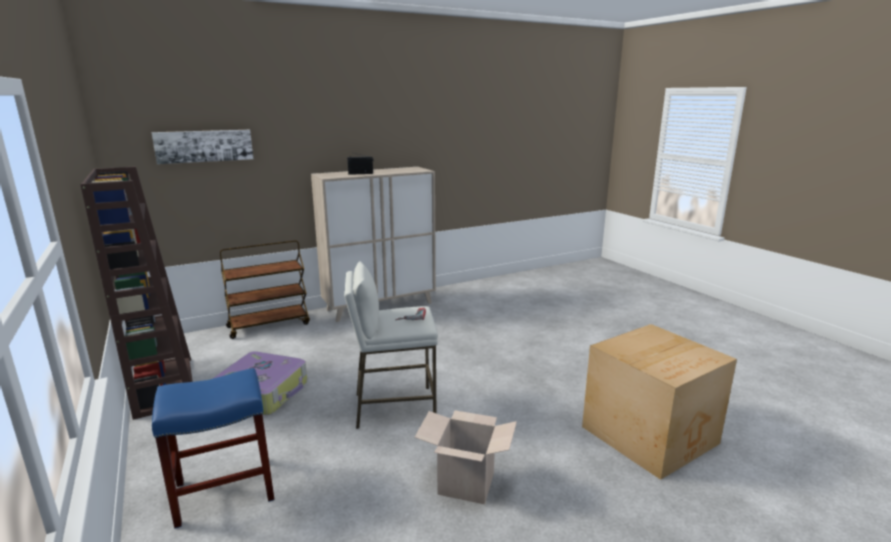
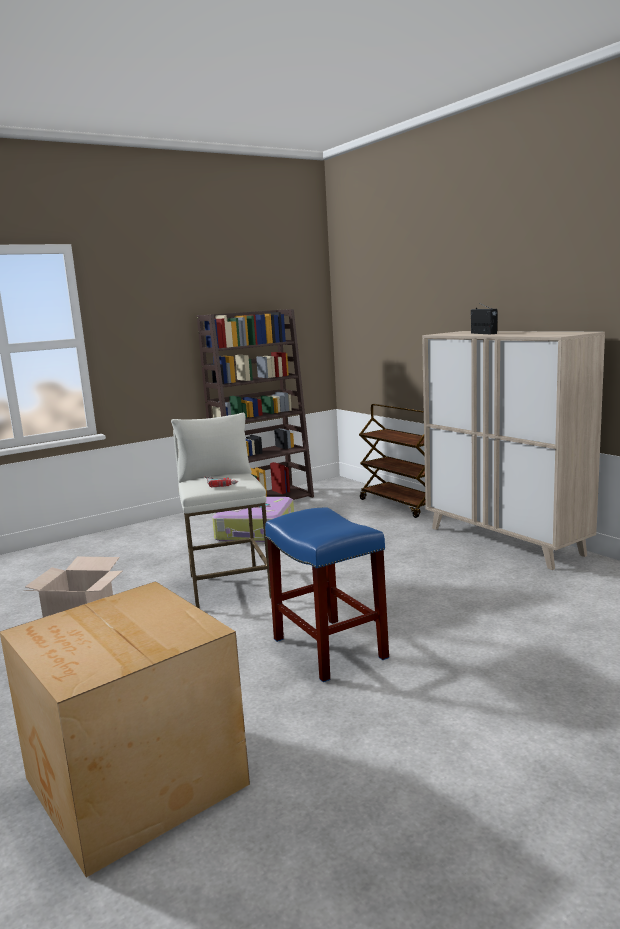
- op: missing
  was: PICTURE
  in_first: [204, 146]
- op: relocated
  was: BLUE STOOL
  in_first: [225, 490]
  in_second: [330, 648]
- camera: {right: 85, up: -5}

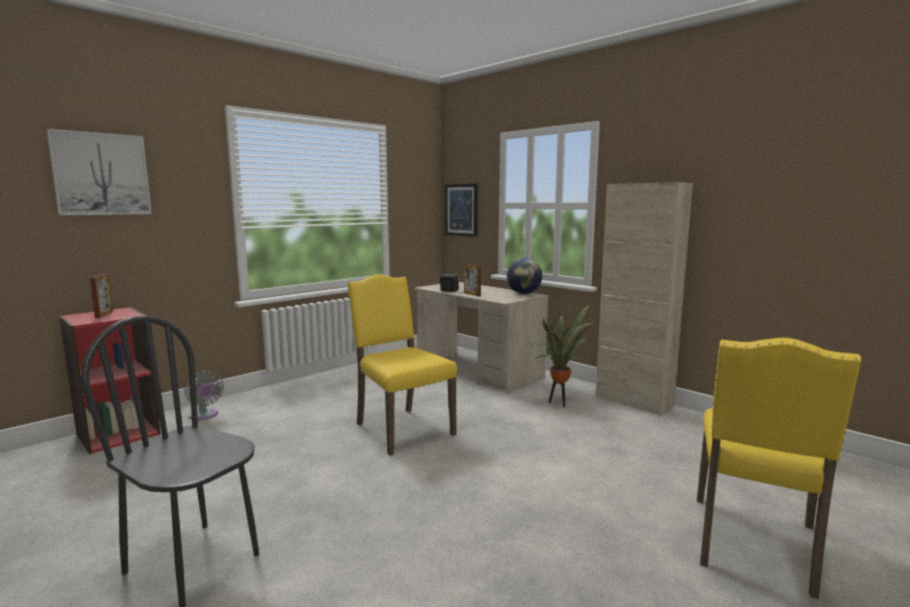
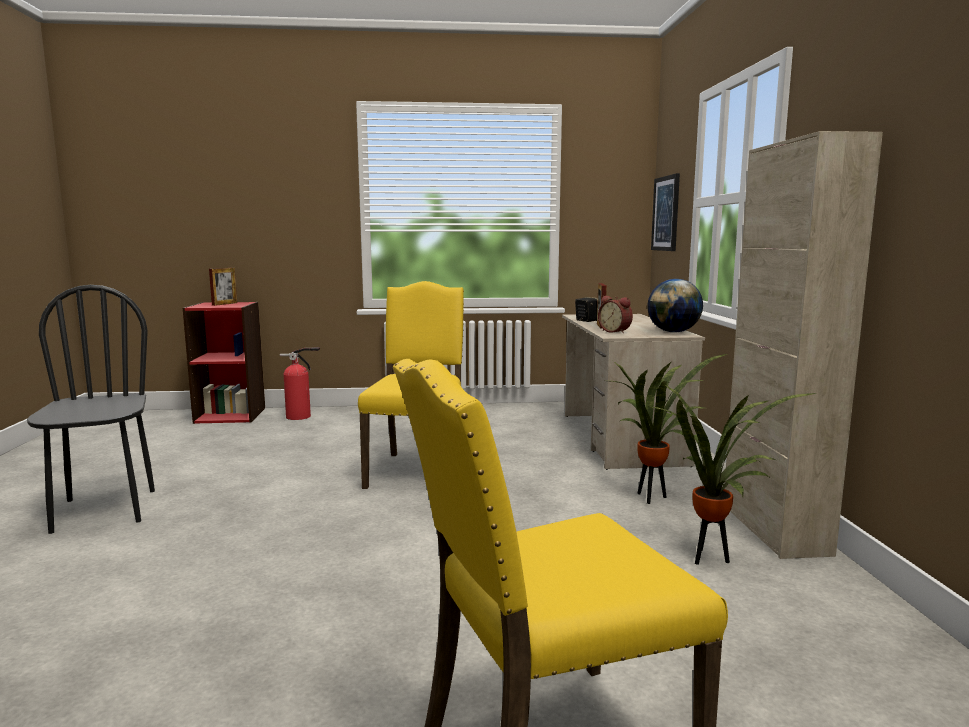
- op: missing
  was: PICTURE
  in_first: [101, 174]
- op: appeared
  now: ALARM CLOCK
  in_second: [615, 331]
- op: appeared
  now: POTTED PLANT
  in_second: [710, 559]
- op: exchanged
  was: GREY FAN
  now: FIRE EXTINGUISHER
  in_first: [204, 415]
  in_second: [301, 417]
- camera: {right: 40, up: 0}

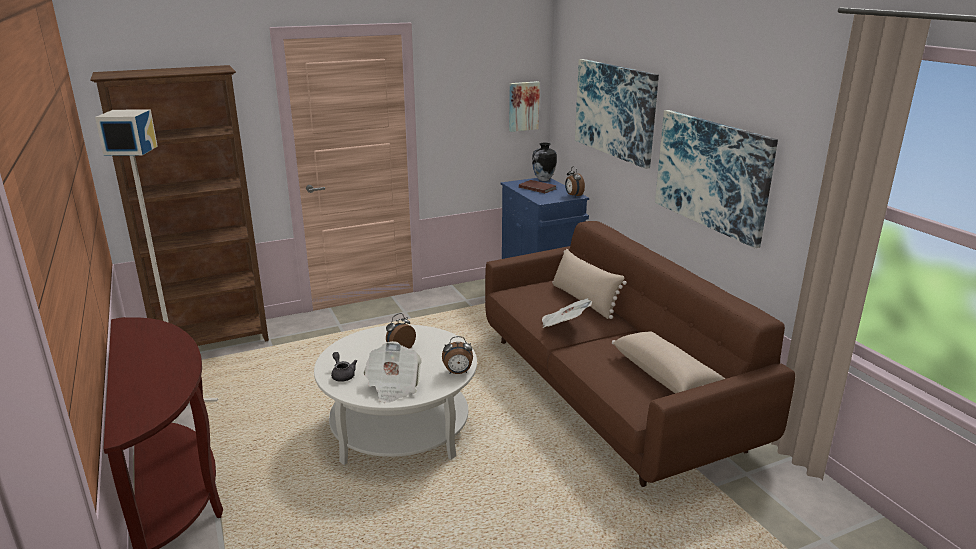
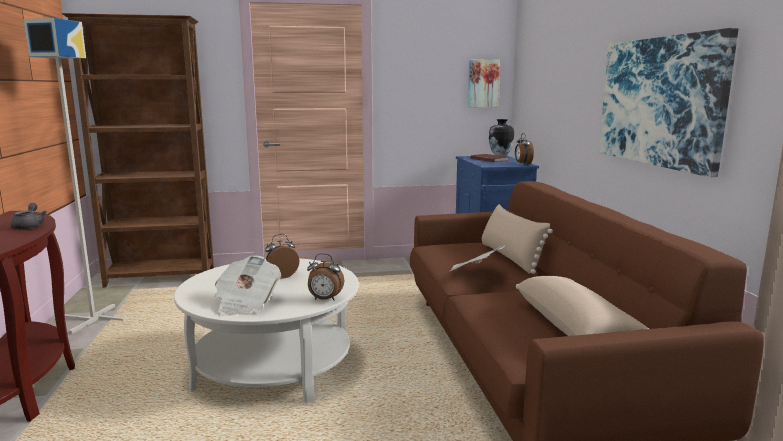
- op: missing
  was: PICTURE
  in_first: [615, 110]
- op: relocated
  was: GREY TEAPOT
  in_first: [342, 375]
  in_second: [29, 226]
- camera: {right: 15, up: -10}

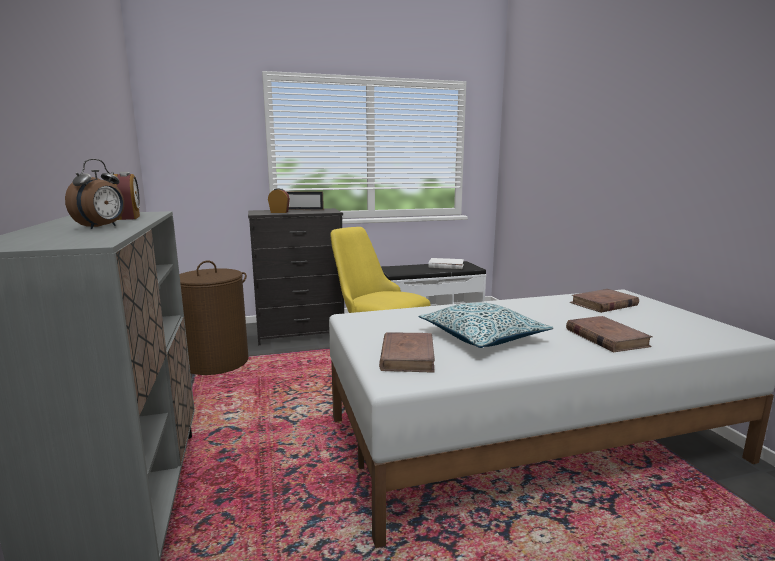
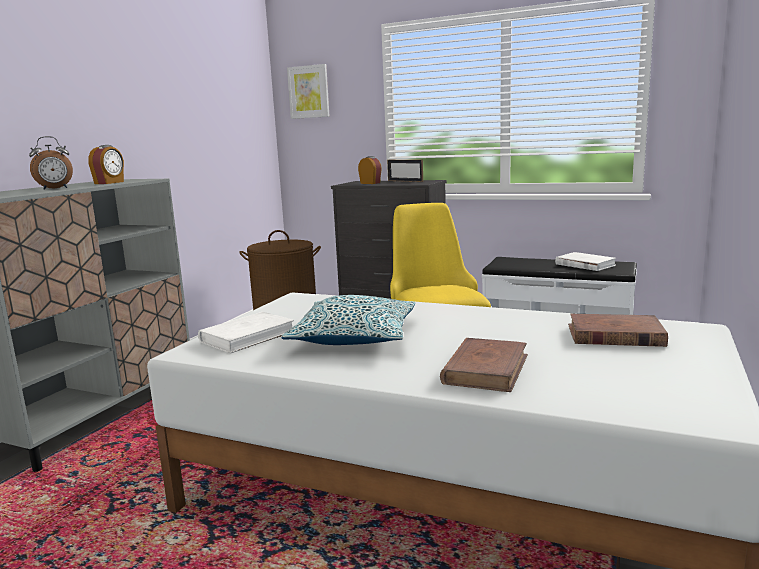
- op: appeared
  now: PICTURE
  in_second: [309, 92]
- op: colour
  was: BROWN BOOK
  now: WHITE BOOK
  in_first: [407, 356]
  in_second: [248, 336]
- camera: {right: 40, up: 0}

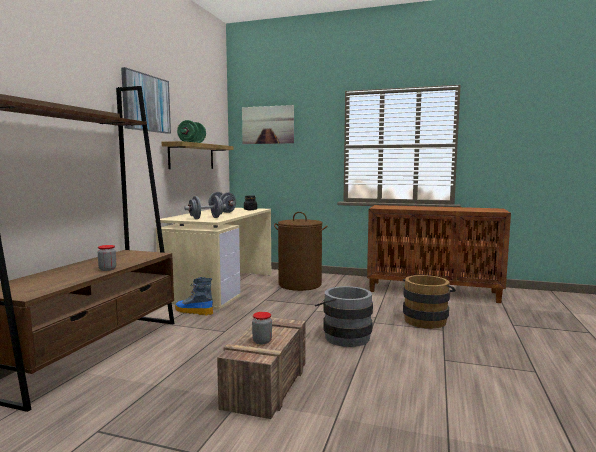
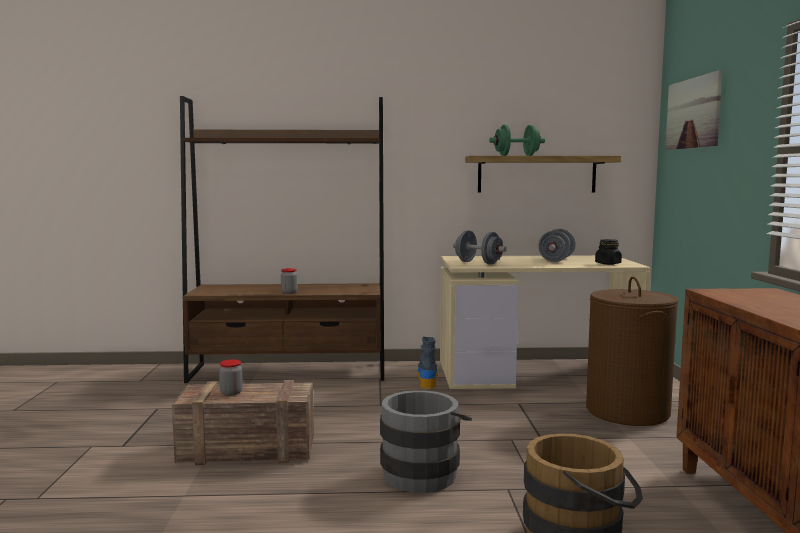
- op: missing
  was: PICTURE
  in_first: [146, 103]
- camera: {right: 70, up: 0}

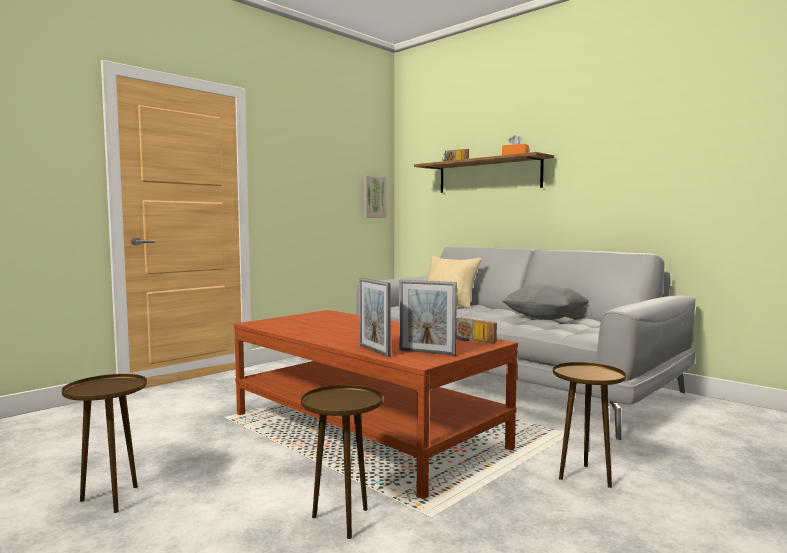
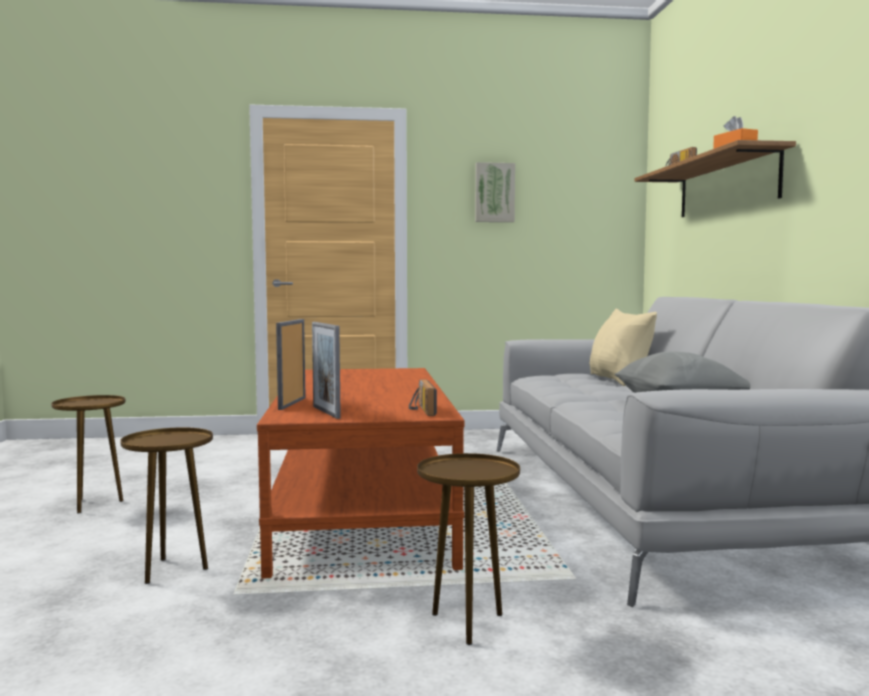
- op: relocated
  was: PICTURE
  in_first: [373, 197]
  in_second: [494, 193]
- camera: {right: 40, up: 0}

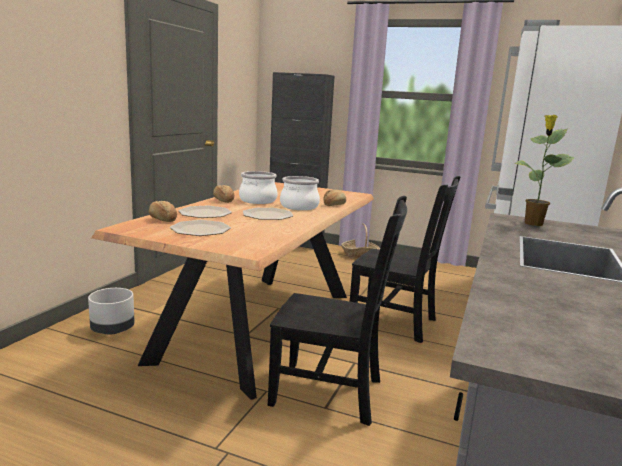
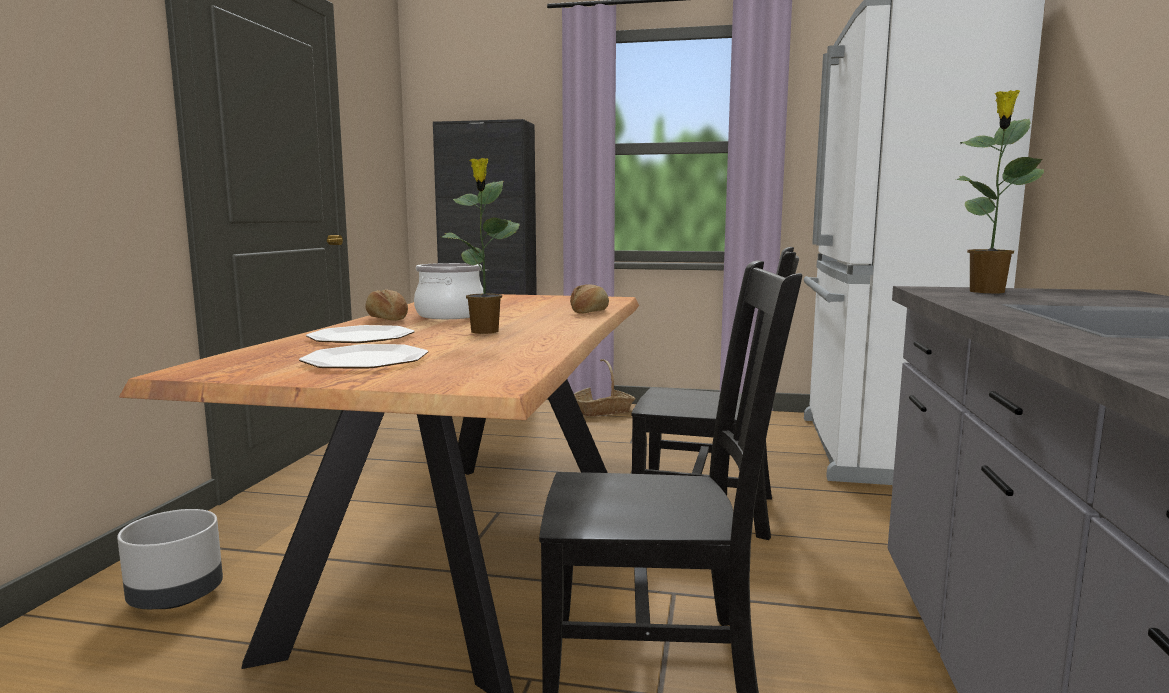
- op: missing
  was: BREAD
  in_first: [162, 220]
- op: missing
  was: COOKING POT
  in_first: [299, 206]
- op: exchanged
  was: PLATE
  now: POTTED PLANT
  in_first: [268, 215]
  in_second: [484, 332]
- camera: {right: -10, up: -5}

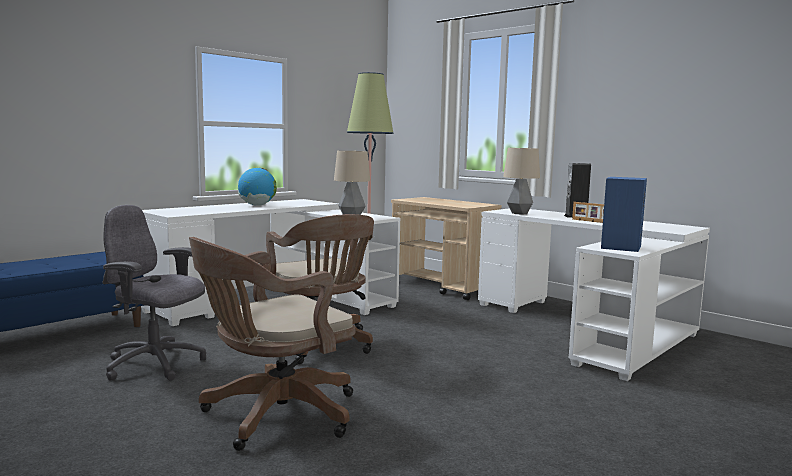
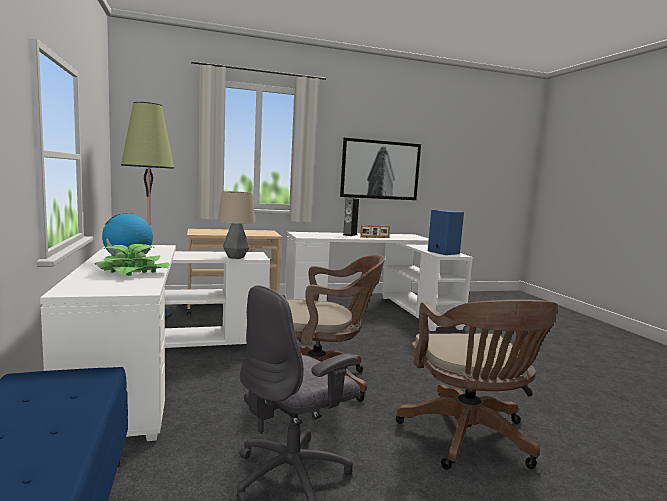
- op: missing
  was: TABLE LAMP
  in_first: [519, 213]
- op: appeared
  now: POTTED PLANT
  in_second: [132, 272]
- op: appeared
  now: PICTURE
  in_second: [380, 170]
- camera: {right: -60, up: 0}

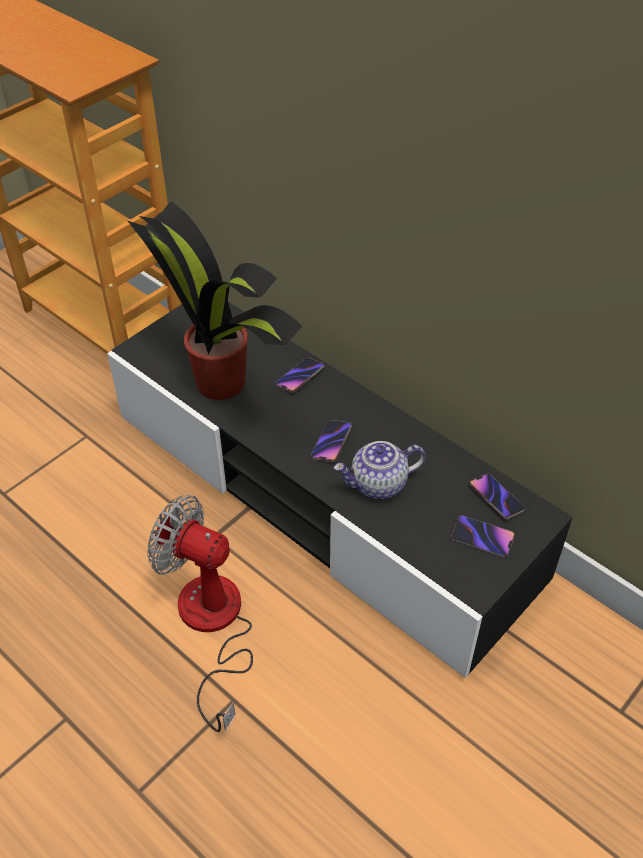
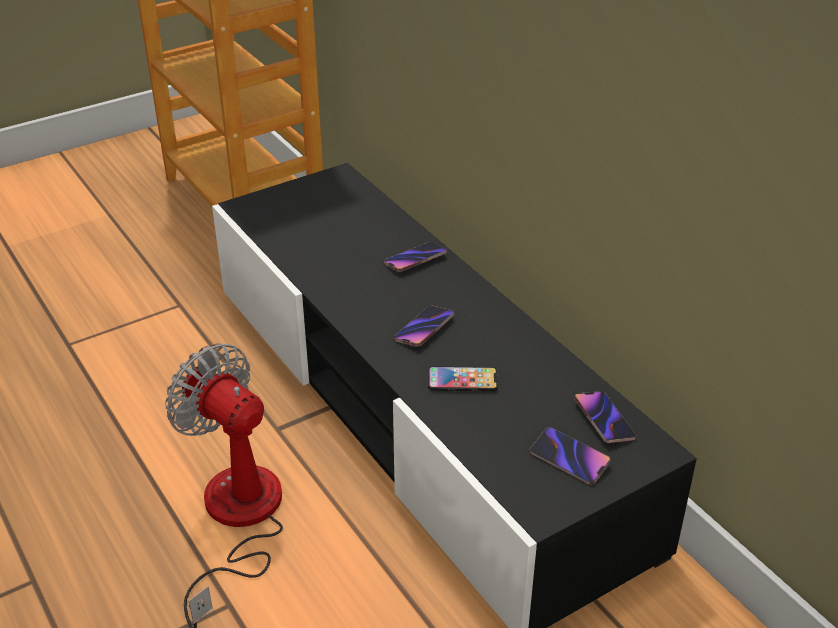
- op: missing
  was: POTTED PLANT
  in_first: [219, 380]
- op: exchanged
  was: TEAPOT
  now: PHONE
  in_first: [378, 485]
  in_second: [462, 380]
- camera: {right: 15, up: -10}

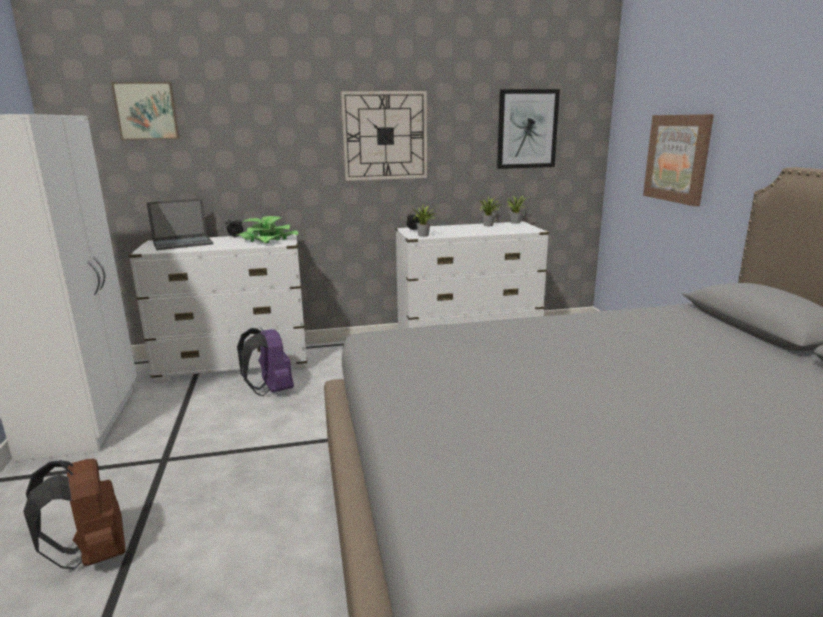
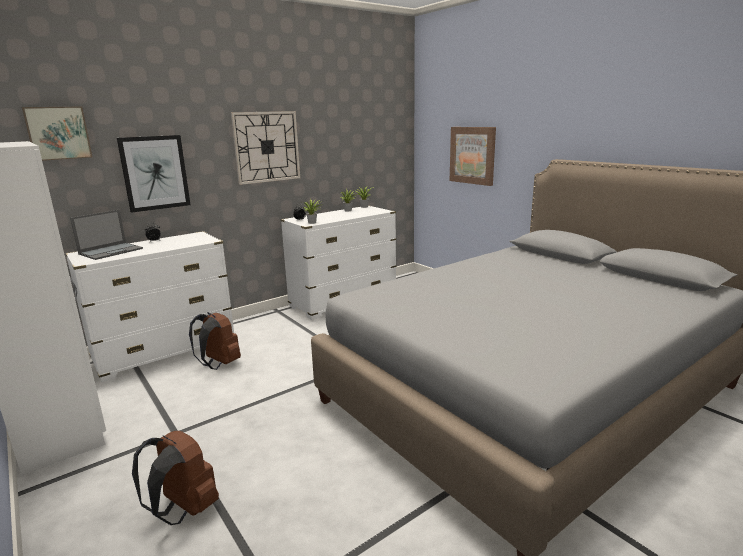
- op: missing
  was: POTTED PLANT
  in_first: [268, 240]
- op: relocated
  was: PICTURE
  in_first: [527, 129]
  in_second: [155, 173]
- op: colour
  was: PURPLE BACKPACK
  now: BROWN BACKPACK
  in_first: [271, 390]
  in_second: [219, 364]
- camera: {right: -25, up: 0}

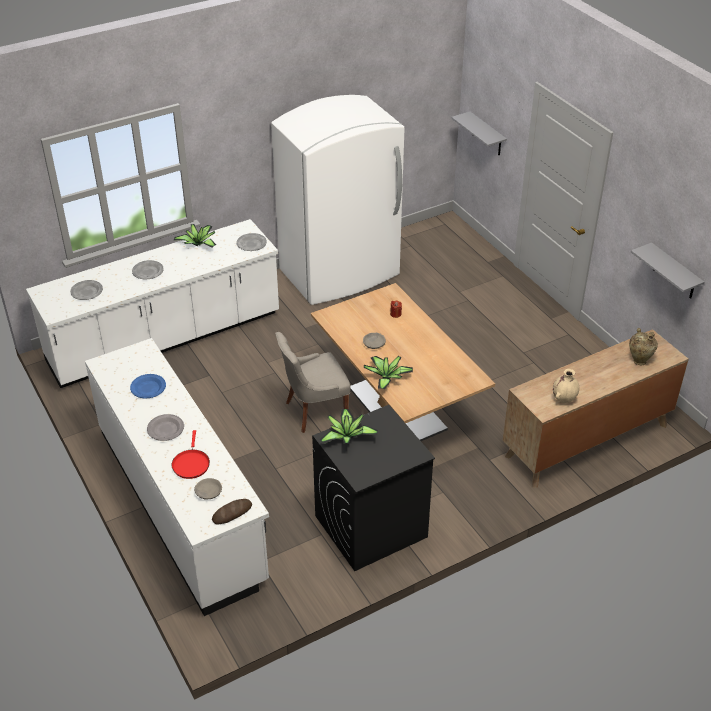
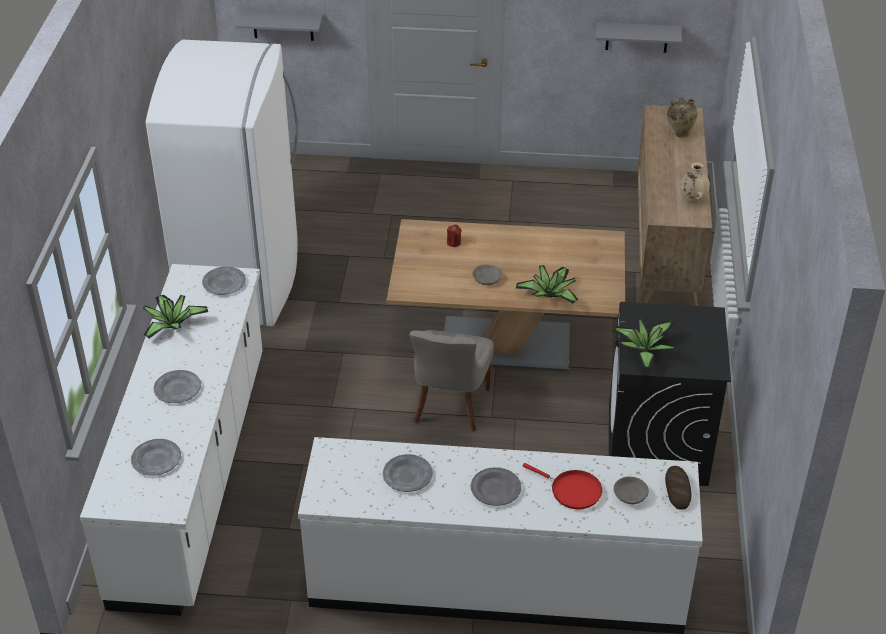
- op: colour
  was: BLUE PLATE
  now: GREY PLATE
  in_first: [148, 388]
  in_second: [407, 475]
- camera: {right: -55, up: 0}

